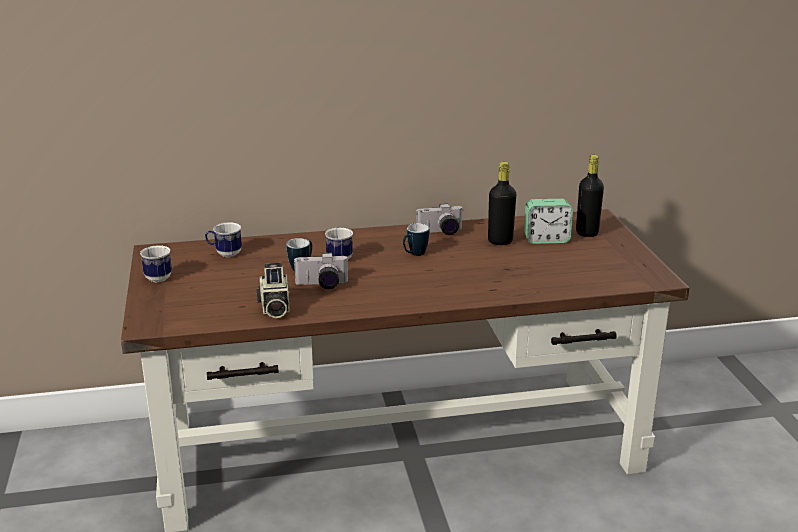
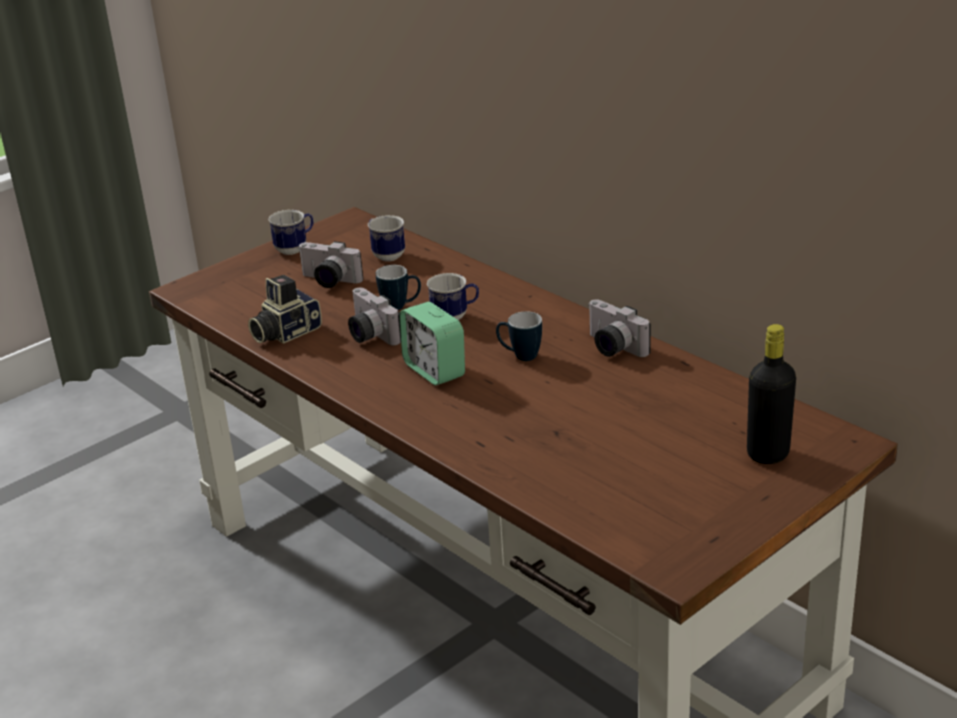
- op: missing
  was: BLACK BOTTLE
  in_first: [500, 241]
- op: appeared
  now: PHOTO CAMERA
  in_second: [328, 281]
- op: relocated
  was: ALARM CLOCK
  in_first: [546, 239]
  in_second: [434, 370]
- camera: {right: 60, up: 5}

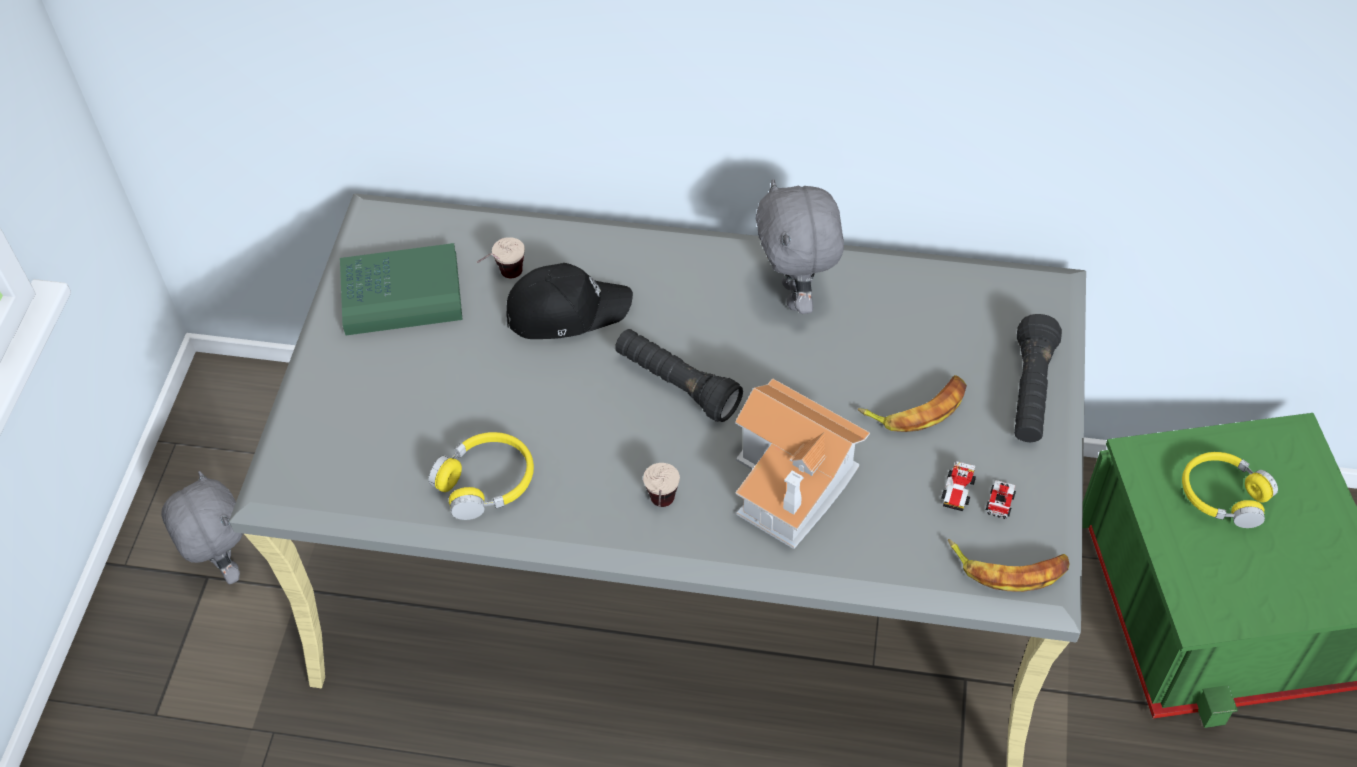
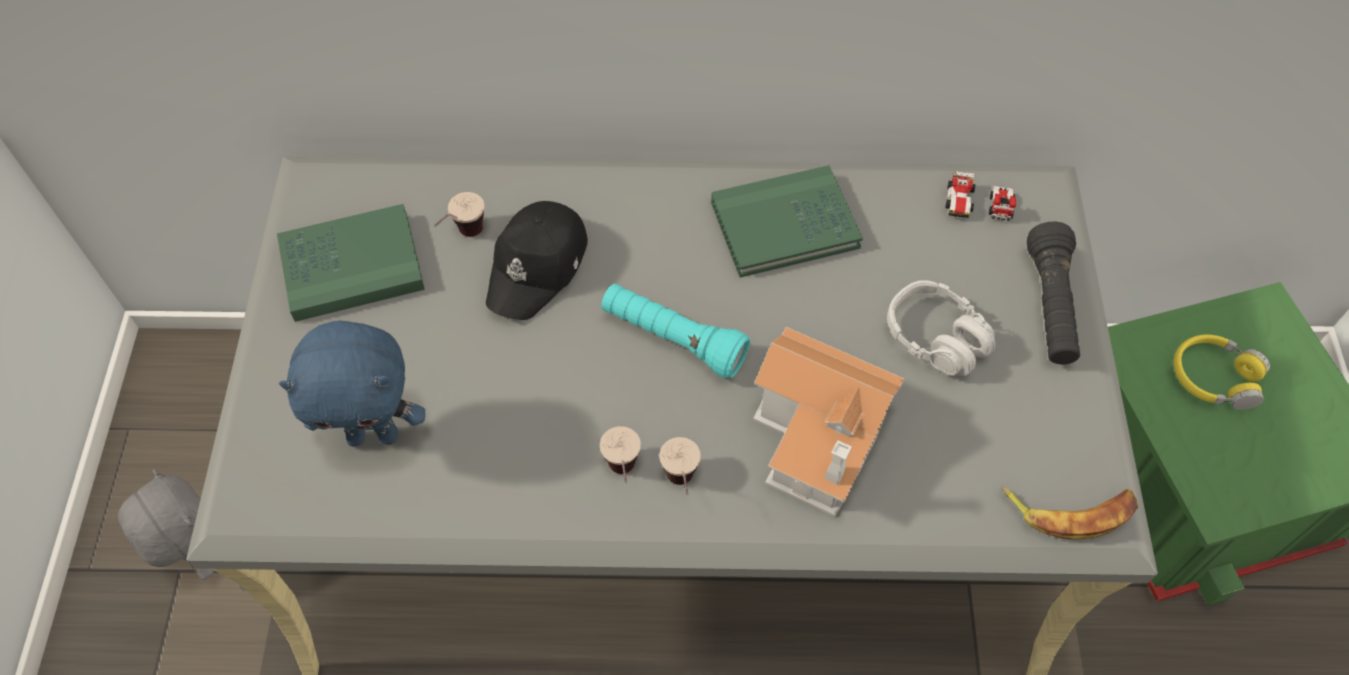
- op: missing
  was: YELLOW HEADPHONES
  in_first: [486, 482]
- op: appeared
  now: BLUE PLUSH TOY
  in_second: [374, 434]
- op: appeared
  now: CUP
  in_second: [623, 477]
- op: relocated
  was: TOY CAR
  in_first: [977, 498]
  in_second: [978, 205]
- op: exchanged
  was: GREY PLUSH TOY
  now: GREEN BOOK
  in_first: [797, 296]
  in_second: [784, 225]
- op: exchanged
  was: BANANA
  now: GREY HEADPHONES
  in_first: [917, 408]
  in_second: [936, 338]
- op: colour
  was: BLACK FLASHLIGHT
  now: TURQUOISE FLASHLIGHT
  in_first: [676, 385]
  in_second: [673, 339]
- op: spun
  was: BLACK CAP
  in_first: [566, 310]
  in_second: [538, 266]
  clockwise: 135
- camera: {right: -10, up: 5}

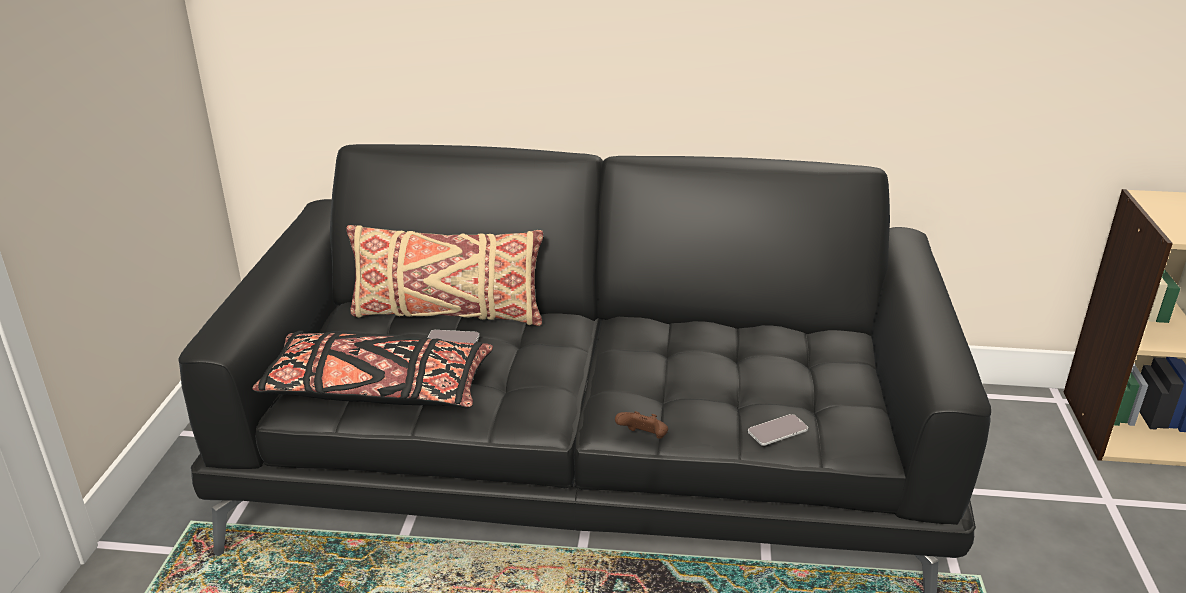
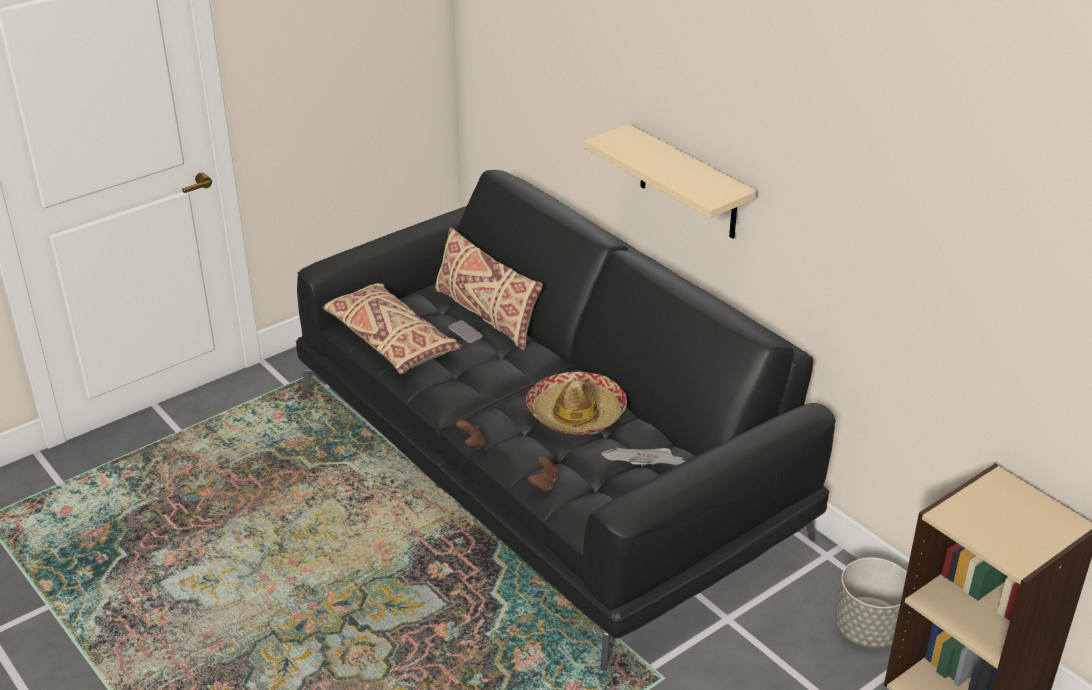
- op: appeared
  now: HAT
  in_second: [576, 414]
- op: appeared
  now: BEIGE SHELF
  in_second: [688, 183]
- op: appeared
  now: NEWSPAPER
  in_second: [645, 474]
- op: appeared
  now: GREY PLANTER
  in_second: [867, 629]
- op: exchanged
  was: PHONE
  now: BROWN GAME CONTROLLER
  in_first: [777, 431]
  in_second: [544, 484]
- op: colour
  was: BLACK PILLOW
  now: BEIGE PILLOW
  in_first: [377, 390]
  in_second: [390, 341]
- camera: {right: 45, up: 5}

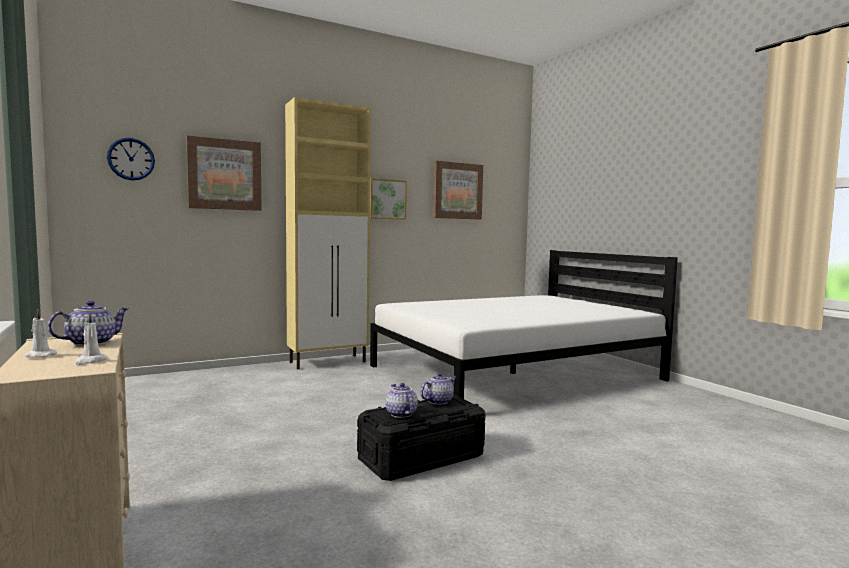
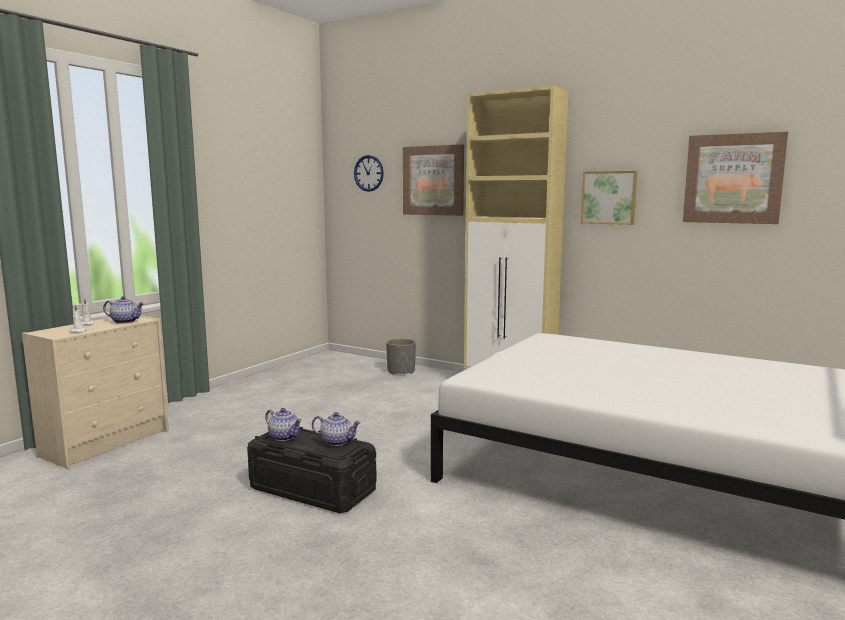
- op: appeared
  now: GREY PLANTER
  in_second: [401, 371]
- op: spun
  was: TEAPOT
  in_first: [400, 414]
  in_second: [285, 437]
  clockwise: 90
- camera: {right: 60, up: 5}

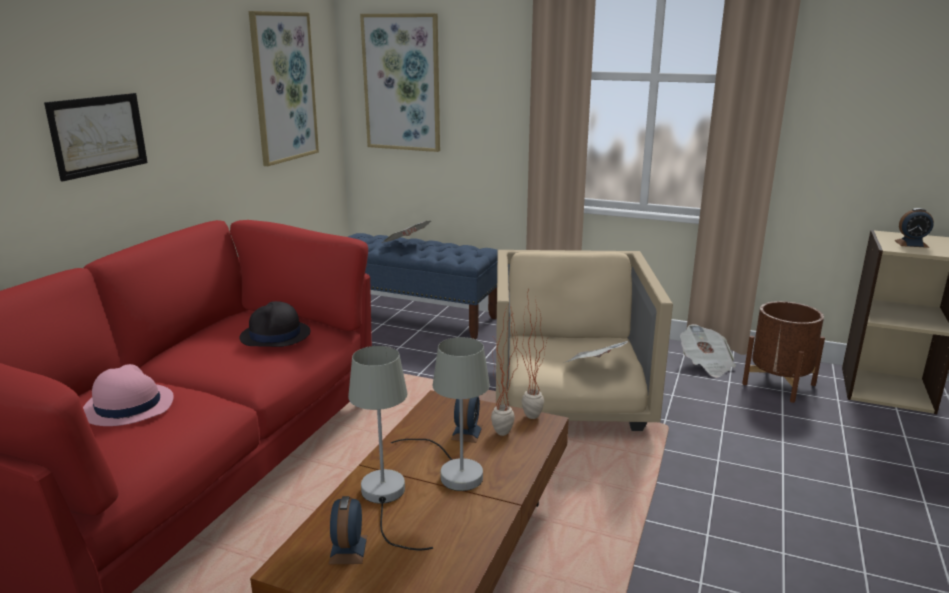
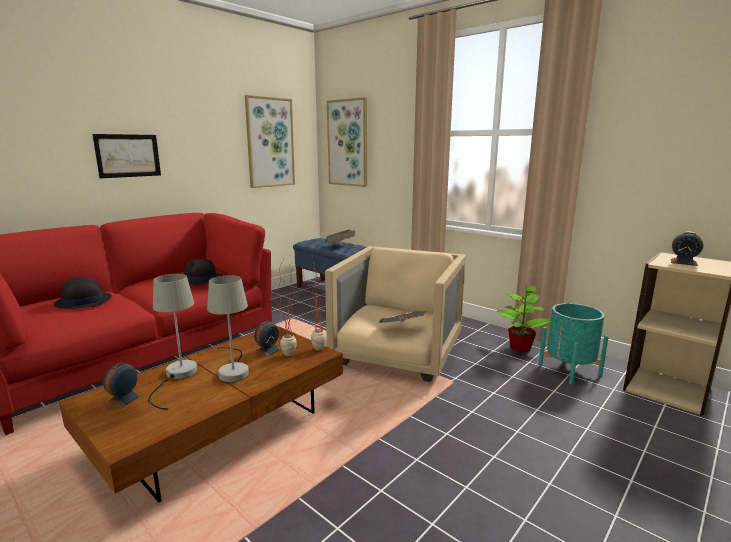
- op: exchanged
  was: NEWSPAPER
  now: POTTED PLANT
  in_first: [706, 364]
  in_second: [520, 348]
- op: colour
  was: PINK HAT
  now: BLACK HAT
  in_first: [127, 406]
  in_second: [83, 301]
- op: colour
  was: BROWN PLANTER
  now: TURQUOISE PLANTER
  in_first: [778, 384]
  in_second: [569, 370]
- camera: {right: 20, up: -5}

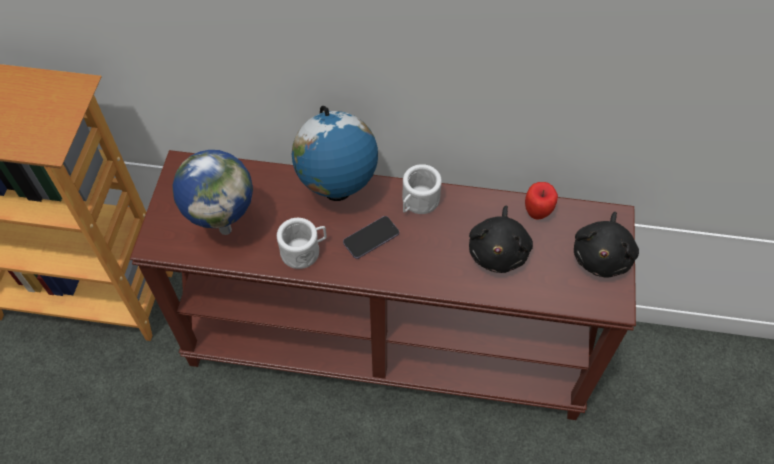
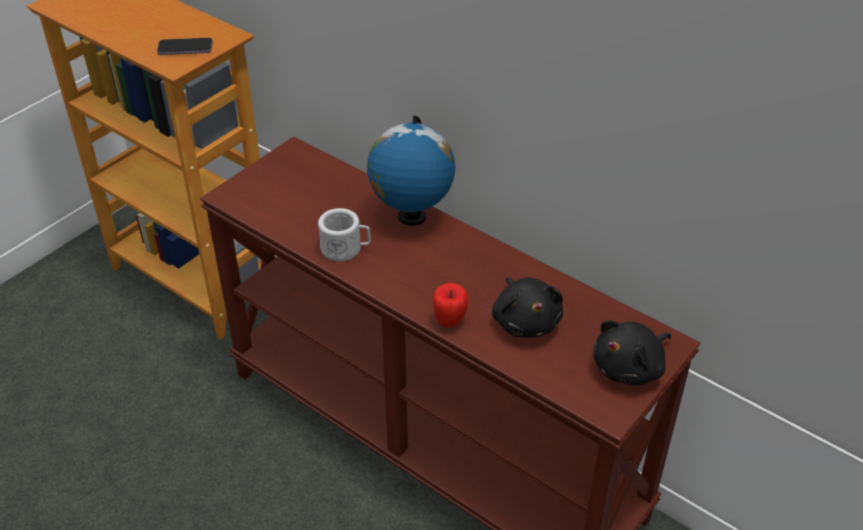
- op: missing
  was: GLOBE
  in_first: [225, 228]
- op: missing
  was: WHITE MUG
  in_first: [418, 202]
- op: relocated
  was: PHONE
  in_first: [371, 238]
  in_second: [185, 48]
- op: relocated
  was: APPLE
  in_first: [537, 213]
  in_second: [450, 322]
- op: spun
  was: BLACK PLUSH TOY
  in_first: [498, 251]
  in_second: [526, 321]
  clockwise: -60
- camera: {right: 30, up: -15}

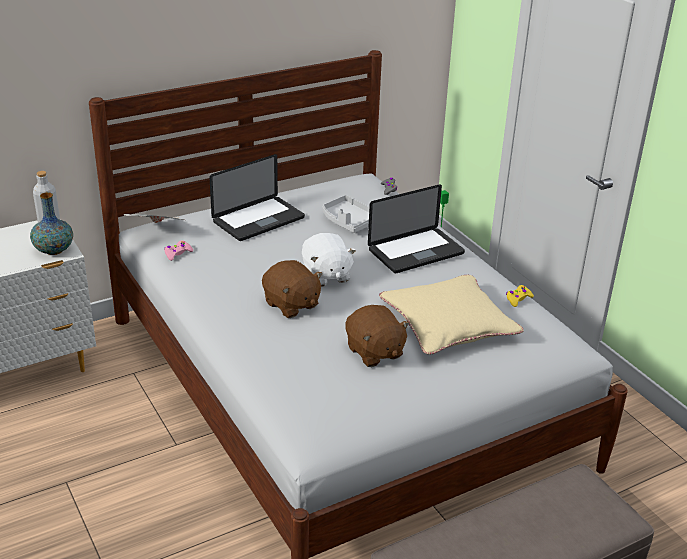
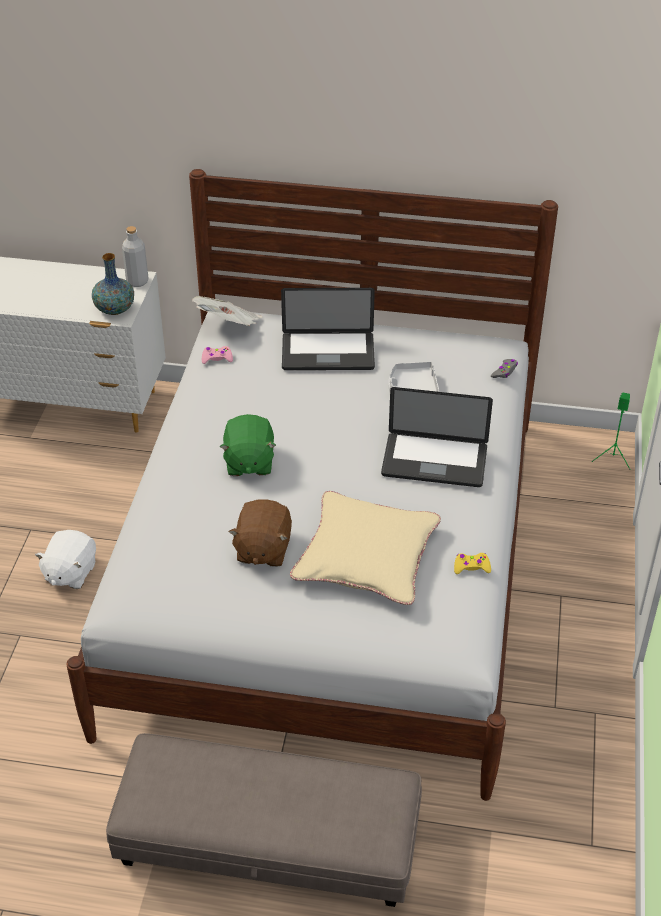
- op: relocated
  was: WHITE PLUSH TOY
  in_first: [326, 275]
  in_second: [70, 572]
- op: colour
  was: BROWN PLUSH TOY
  now: GREEN PLUSH TOY
  in_first: [291, 305]
  in_second: [248, 462]
- camera: {right: 40, up: 10}

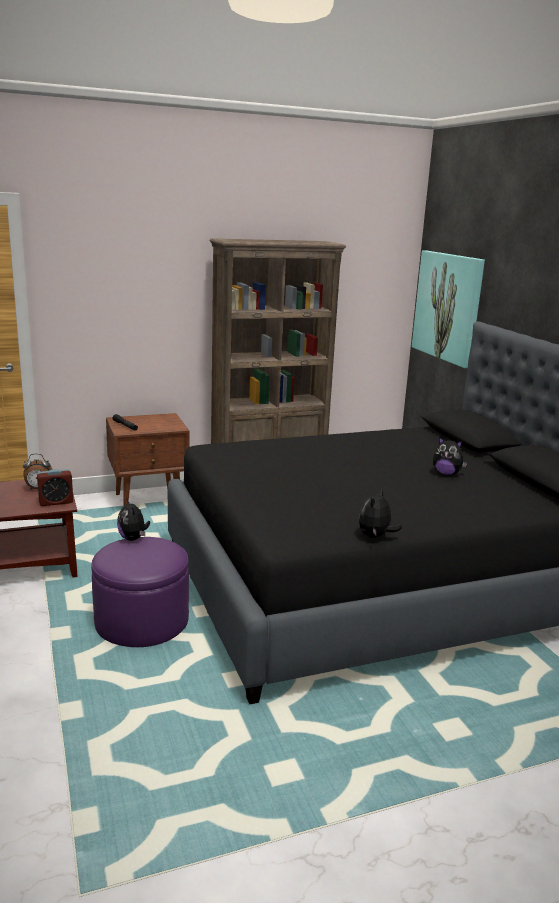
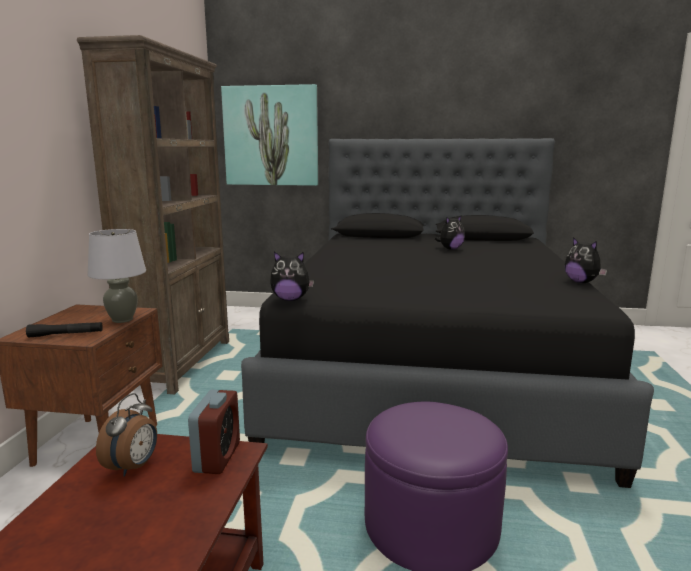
- op: appeared
  now: GREY TABLE LAMP
  in_second: [122, 319]
- op: relocated
  was: PLUSH TOY
  in_first: [133, 538]
  in_second: [290, 299]
- camera: {right: -60, up: -5}

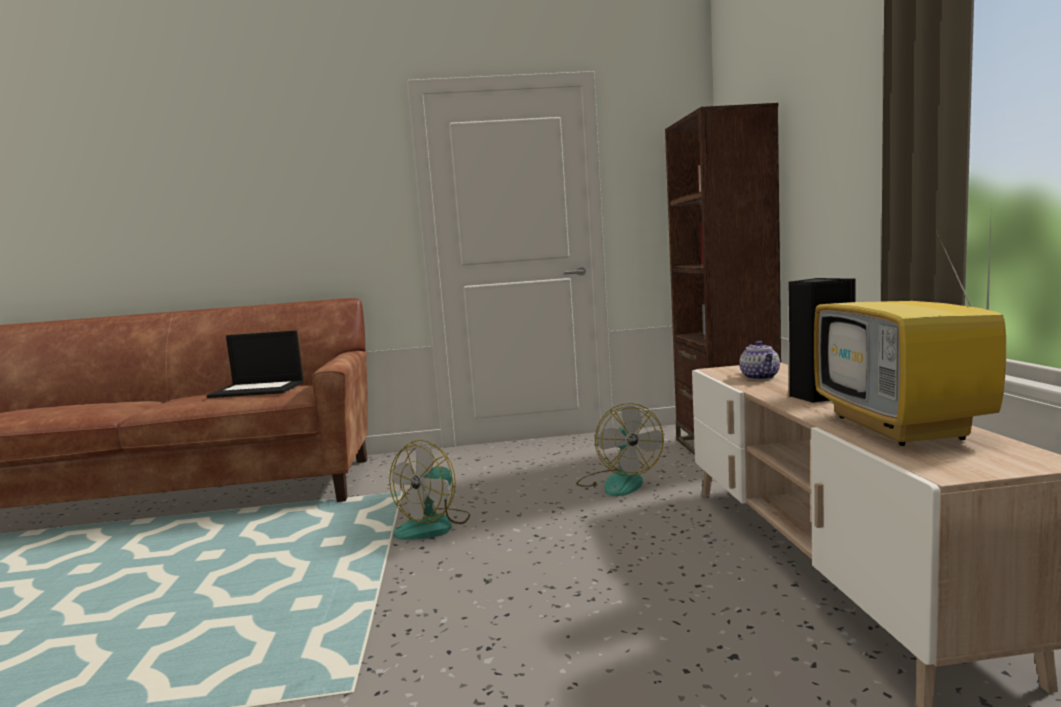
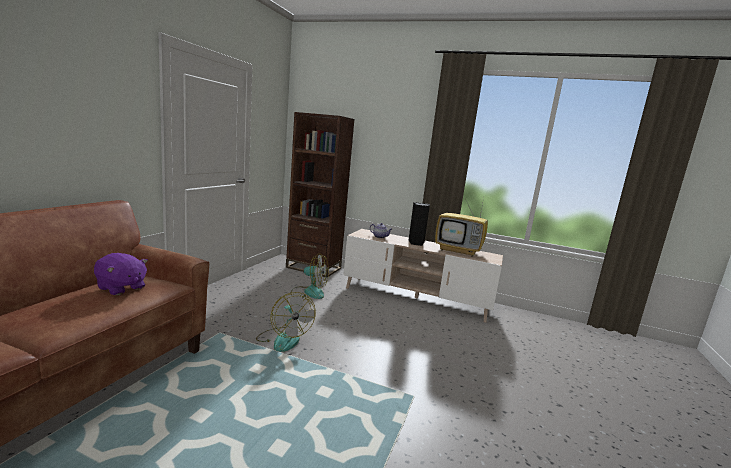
- op: exchanged
  was: LAPTOP
  now: PURPLE PLUSH TOY
  in_first: [259, 389]
  in_second: [121, 288]
- camera: {right: -65, up: 5}

